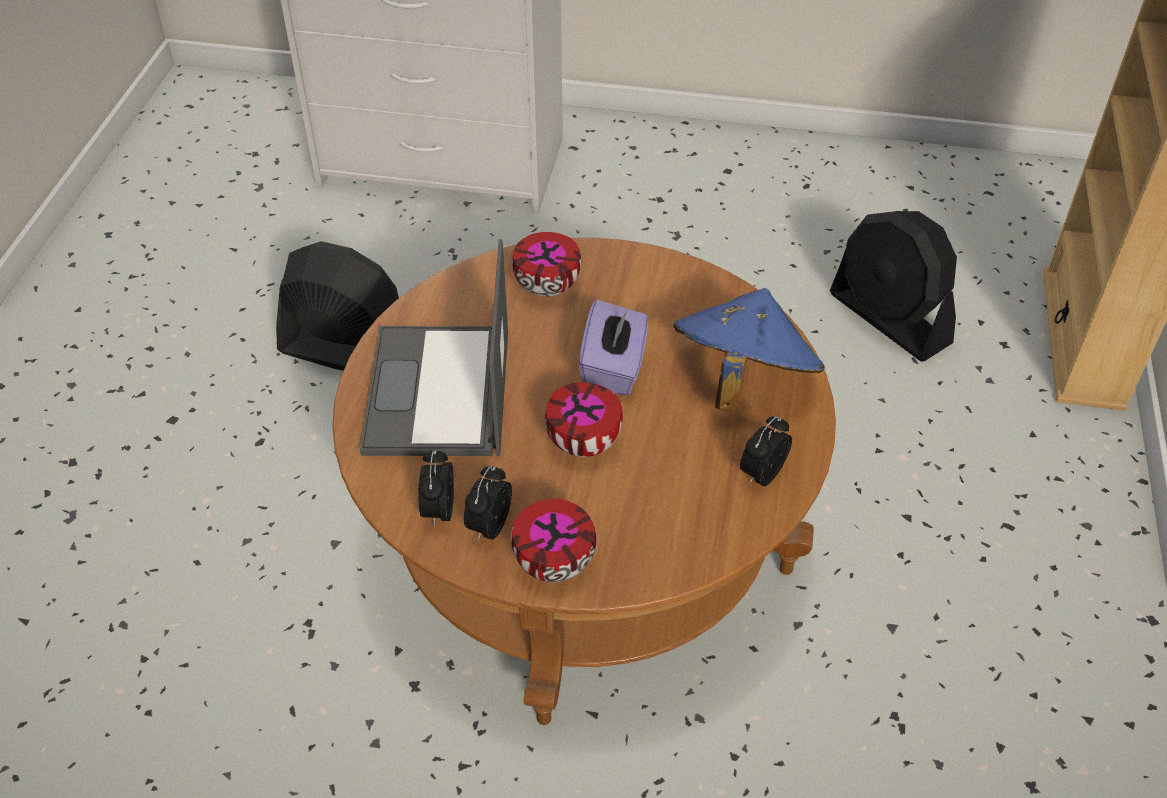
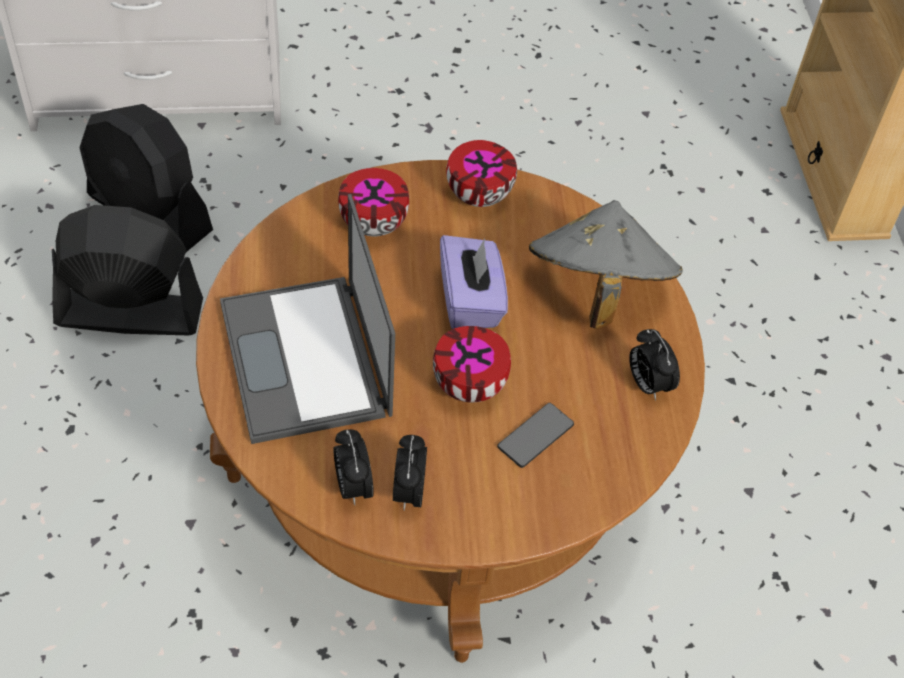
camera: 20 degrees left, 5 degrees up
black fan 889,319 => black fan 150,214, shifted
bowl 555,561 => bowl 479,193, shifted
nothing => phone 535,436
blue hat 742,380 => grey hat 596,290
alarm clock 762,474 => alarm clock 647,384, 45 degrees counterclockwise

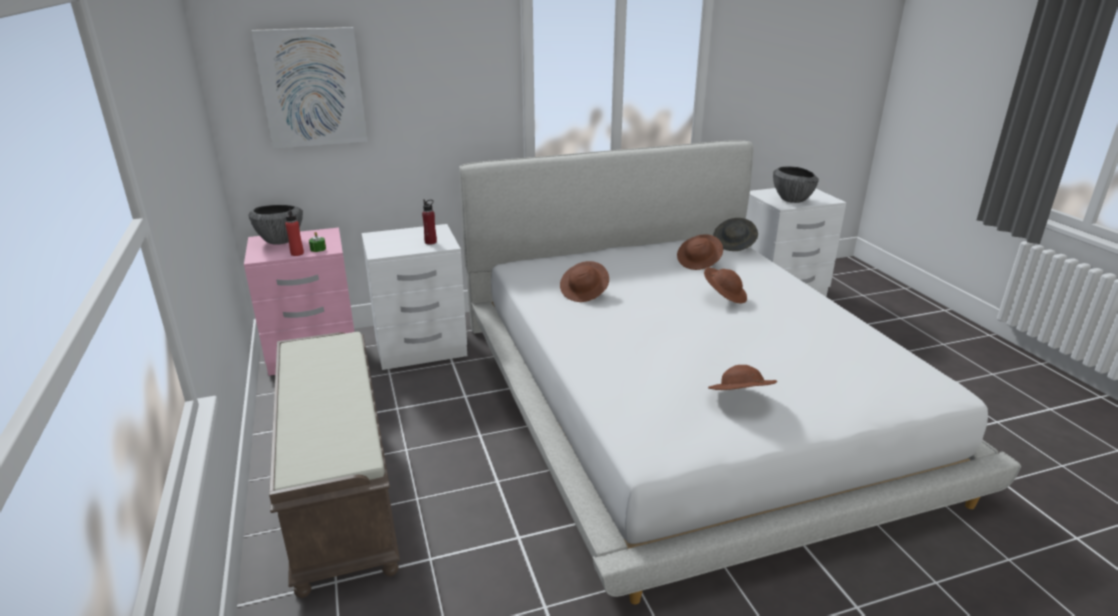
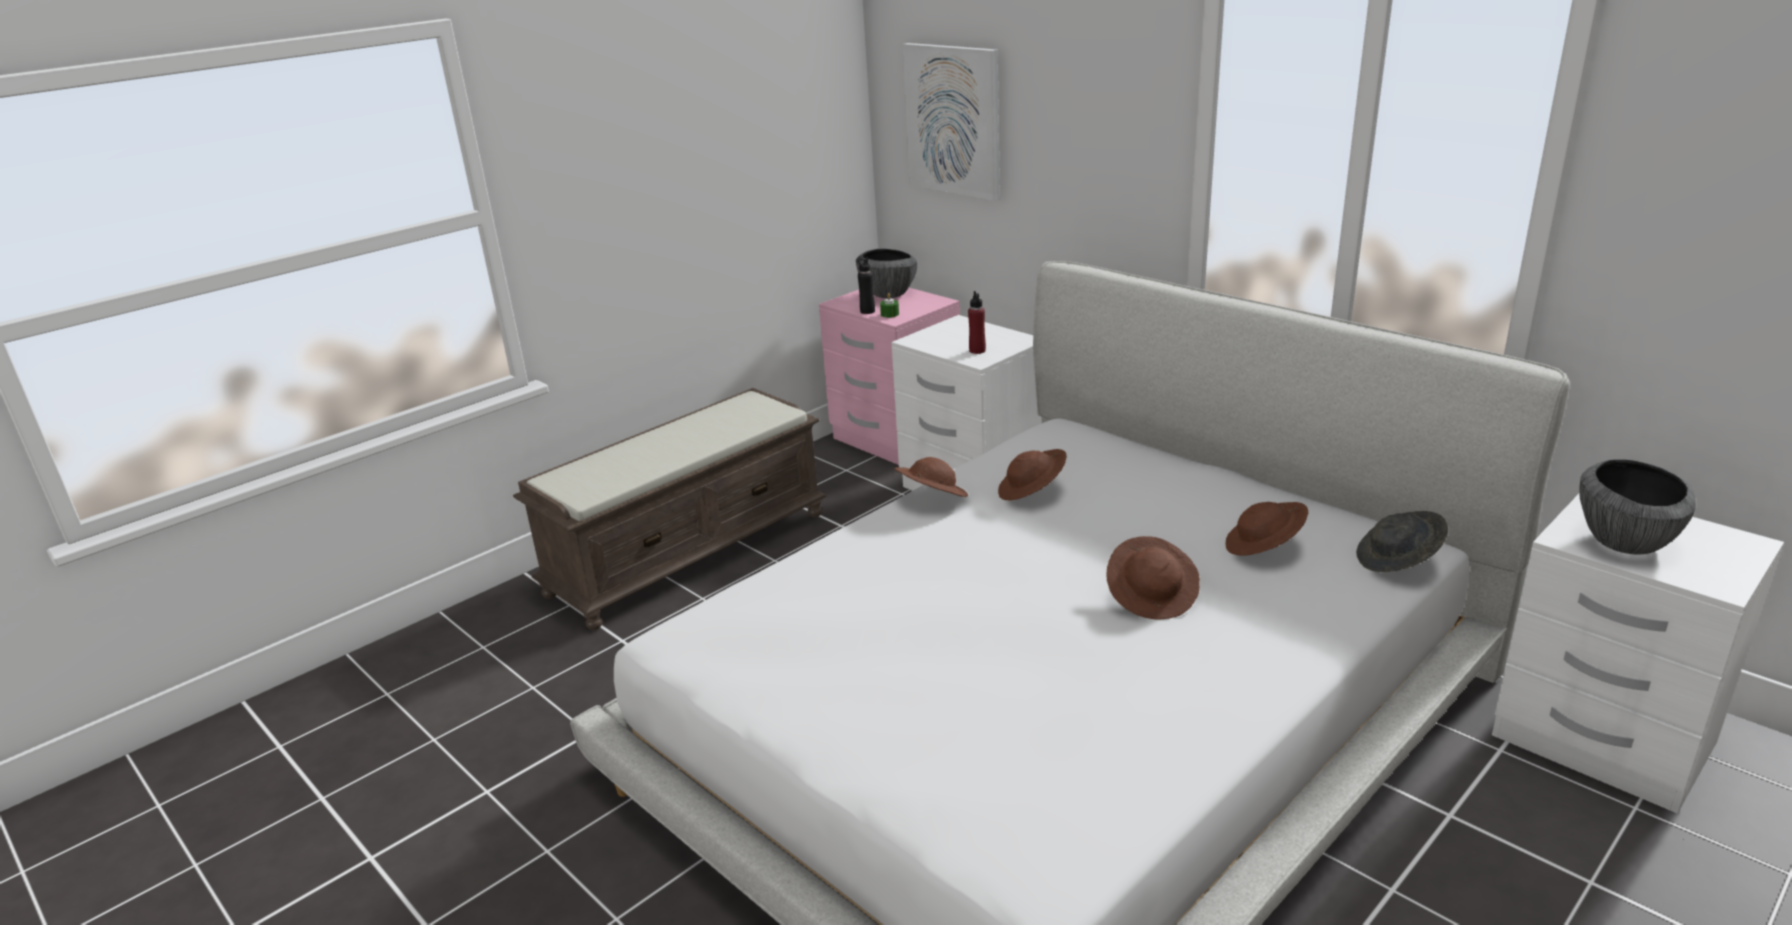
camera: 65 degrees right, 0 degrees up
red bottle 297,253 => black bottle 867,311
brown hat 739,398 => brown hat 931,498, shifted

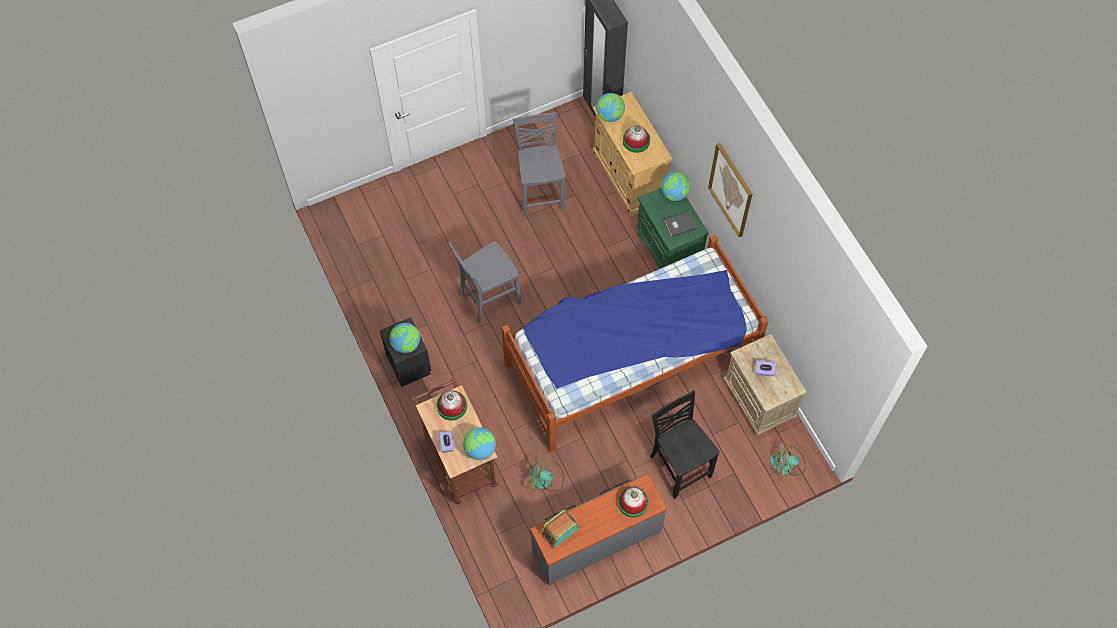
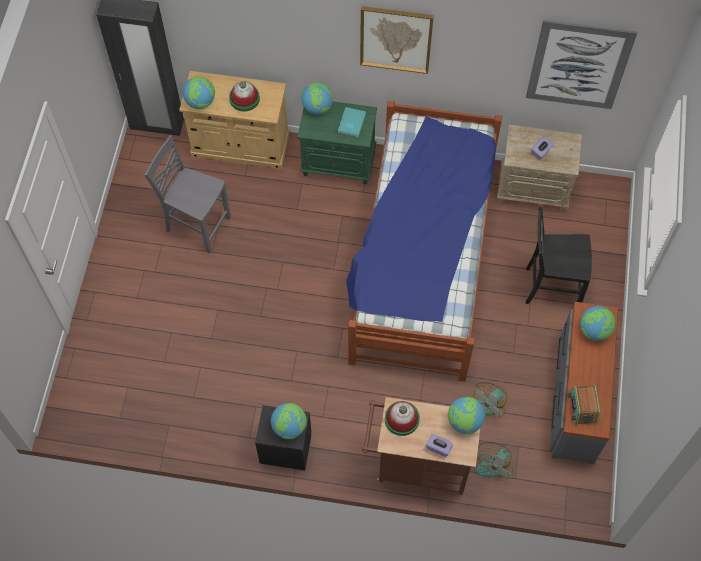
camera: 55 degrees left, 0 degrees up
grey book 679,224 => turquoise book 351,123
fan 787,464 => fan 494,462, shifted
nothing => picture 578,65
hat 633,502 => globe 594,330
grey chair 488,298 => nothing

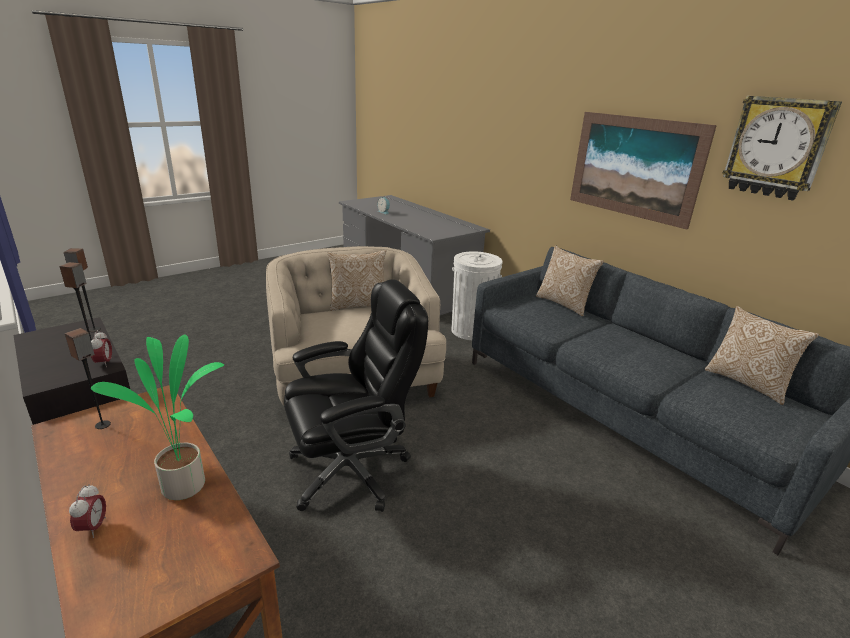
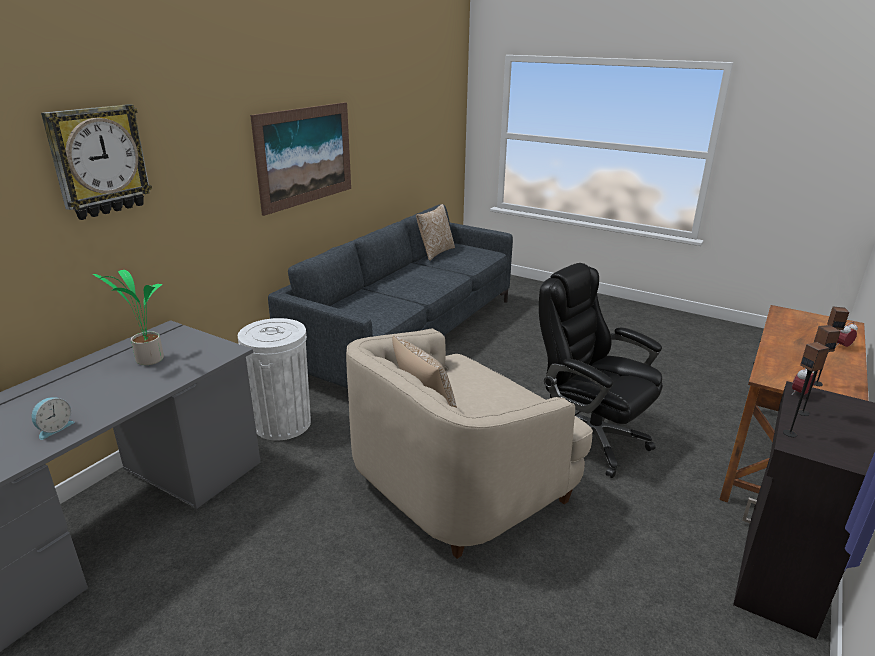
camera: 110 degrees left, 0 degrees up
wall clock 777,148 => wall clock 99,161, shifted
potted plant 186,484 => potted plant 148,359, shifted
pillow 564,304 => nothing

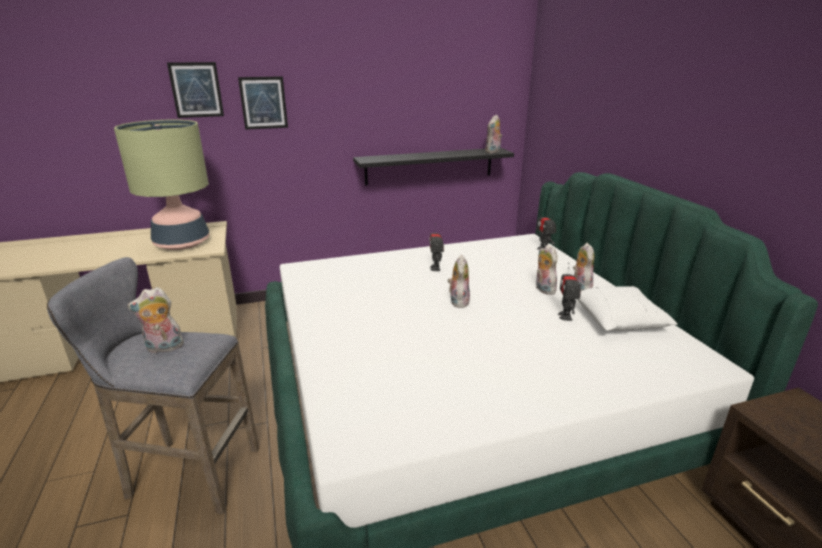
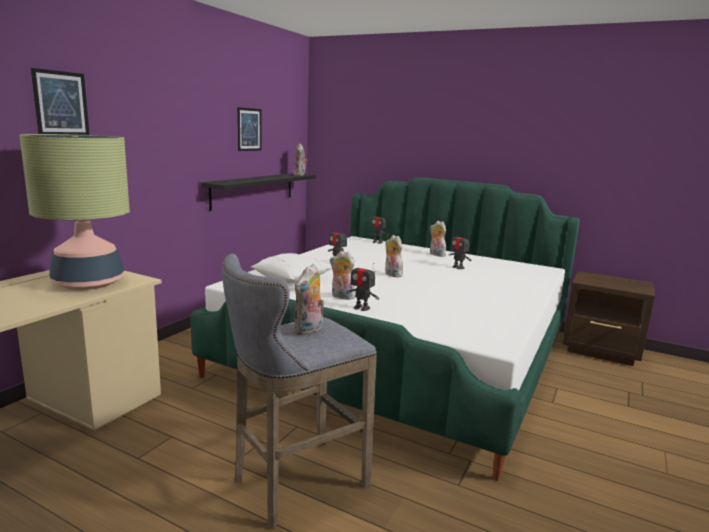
camera: 45 degrees left, 10 degrees down
picture 263,103 => picture 249,129, shifted
white pillow 619,320 => white pillow 292,278, shifted
plush toy 543,289 => plush toy 341,297, shifted
nothing => toy robot 361,308

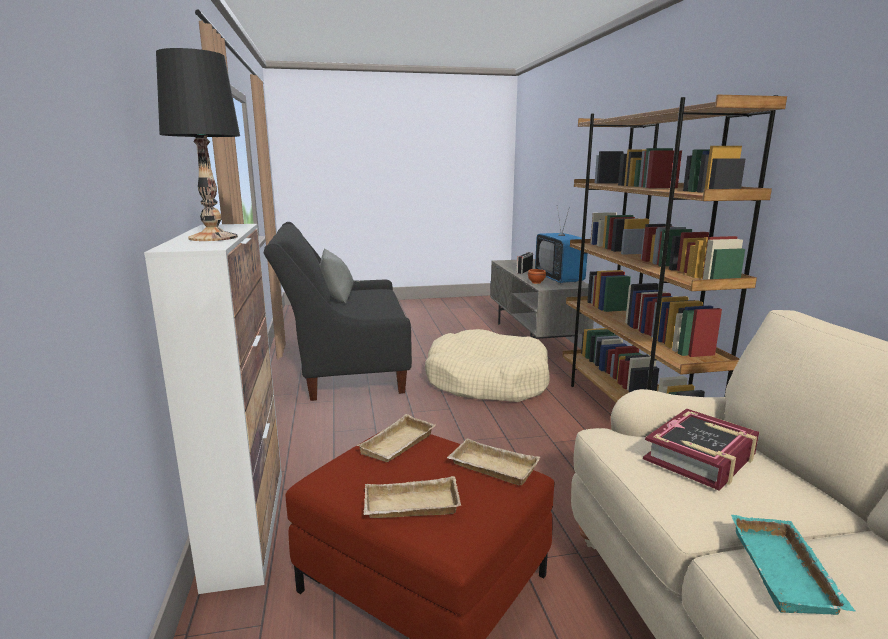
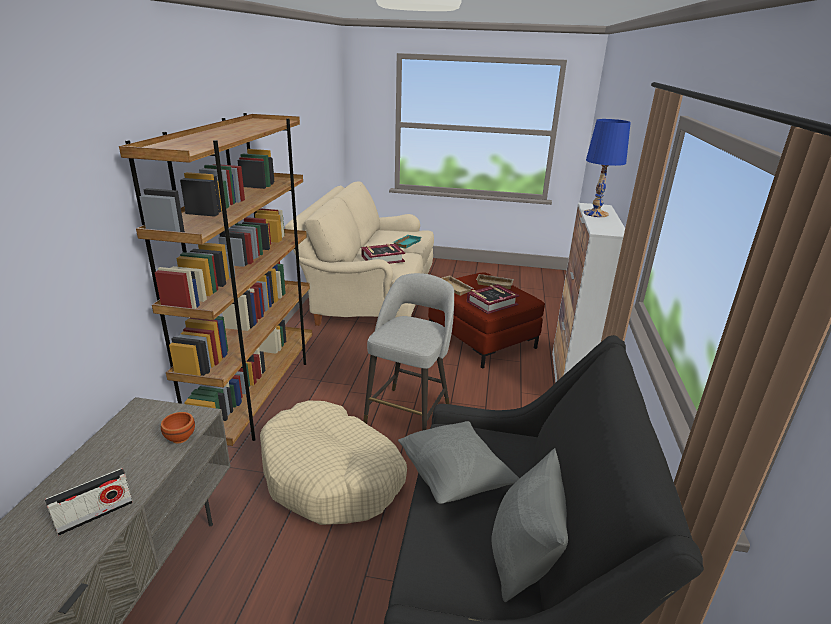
camera: 160 degrees left, 10 degrees up
nothing => grey stool 409,412
nothing => grey pillow 454,479
beige tray 399,445 => book 491,303
black table lamp 214,237 => blue table lamp 595,213
television 559,279 => nothing

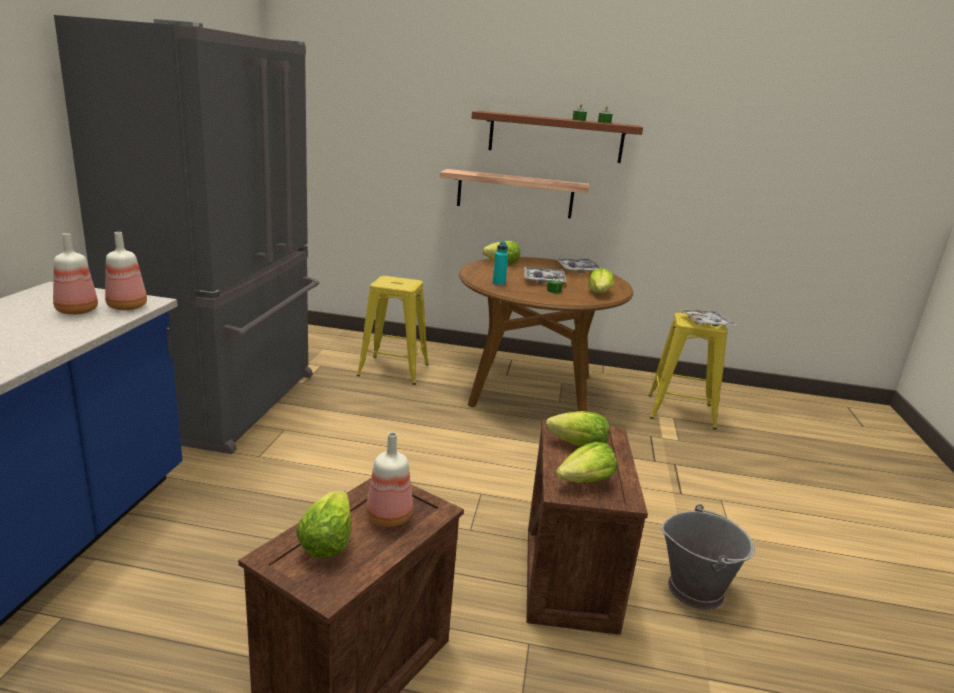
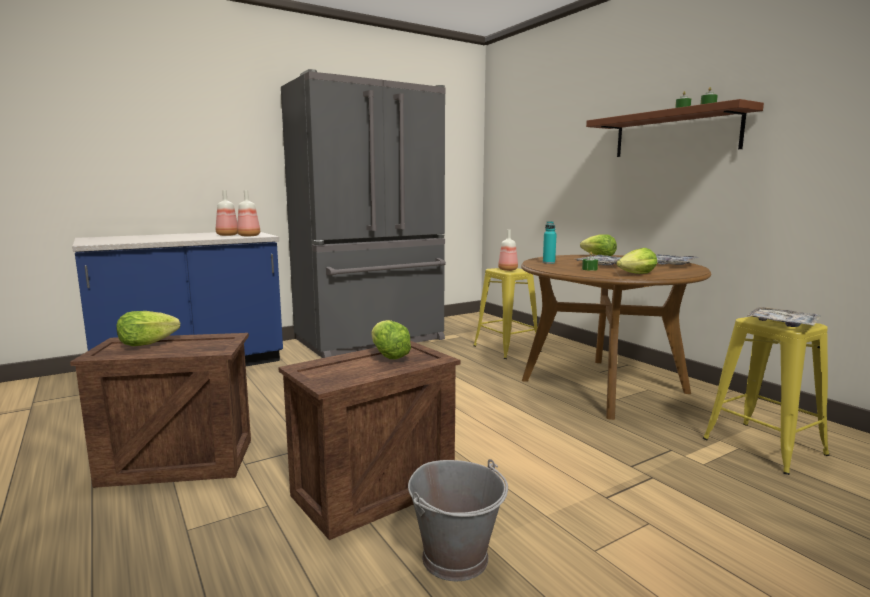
camera: 50 degrees right, 10 degrees down
bottle 388,516 => bottle 508,269, shifted
shelf 515,194 => nothing
lettuce 586,481 => nothing

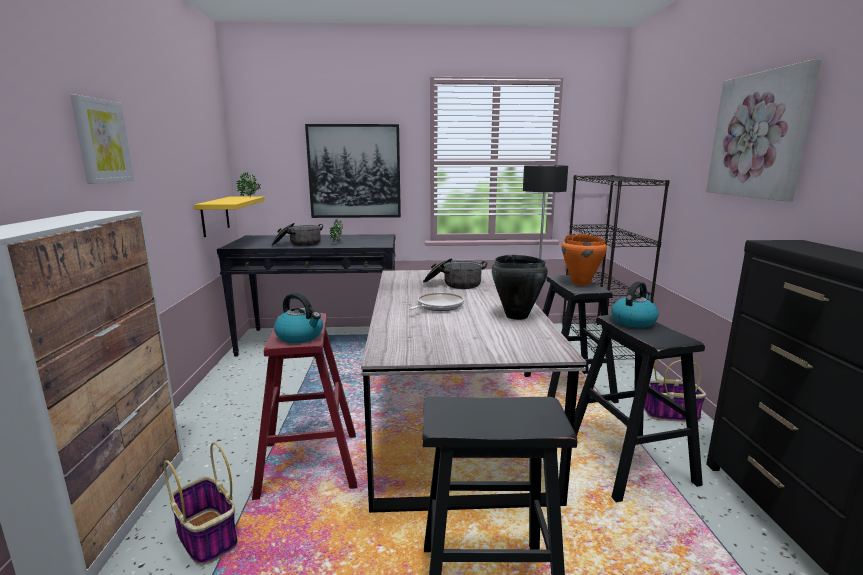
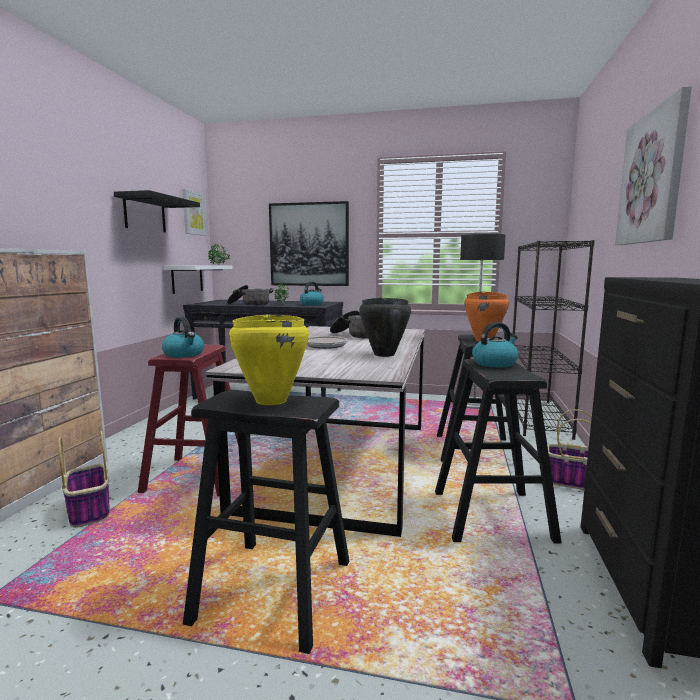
camera: 15 degrees right, 5 degrees down
nothing => black shelf 145,214
yellow shelf 215,216 => white shelf 187,278
picture 102,141 => picture 193,213, shifted
nothing => yellow cooking pot 270,401
nothing => kettle 312,304

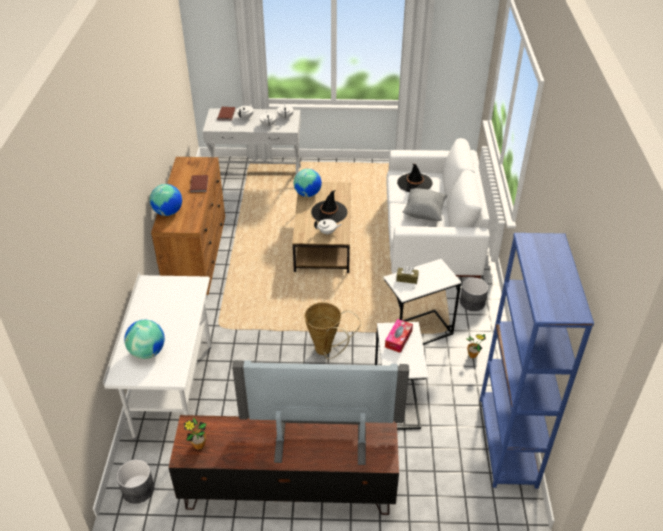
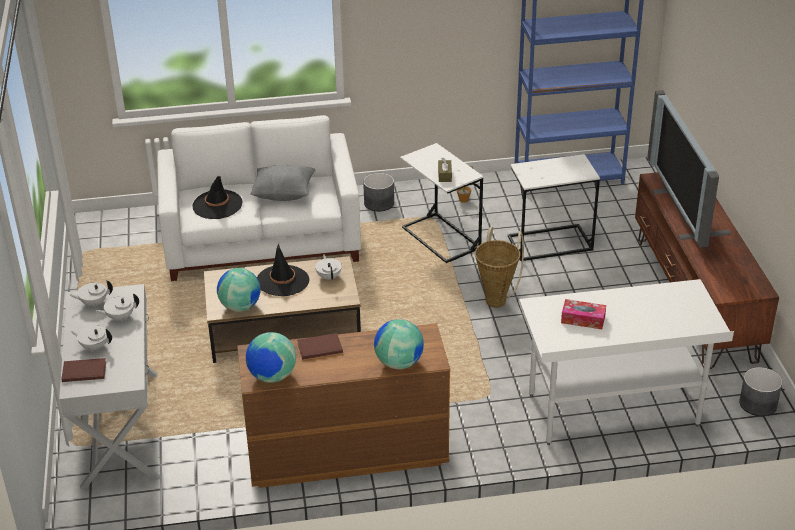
camera: 100 degrees left, 5 degrees down
globe 147,352 => globe 272,376, shifted
tissue box 398,339 => tissue box 583,319, shifted
potted plant 199,445 => nothing

